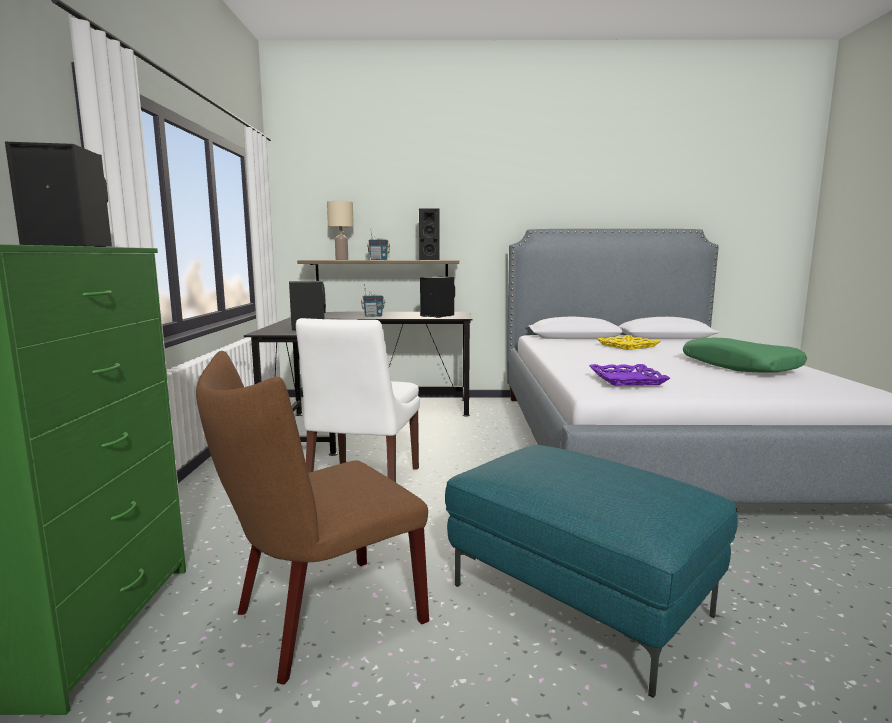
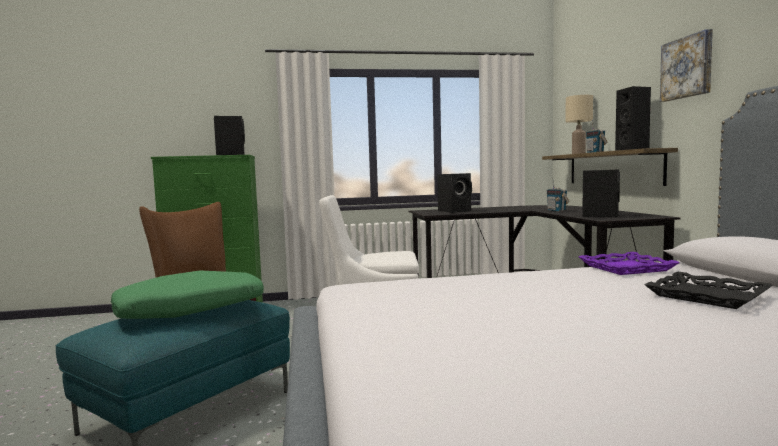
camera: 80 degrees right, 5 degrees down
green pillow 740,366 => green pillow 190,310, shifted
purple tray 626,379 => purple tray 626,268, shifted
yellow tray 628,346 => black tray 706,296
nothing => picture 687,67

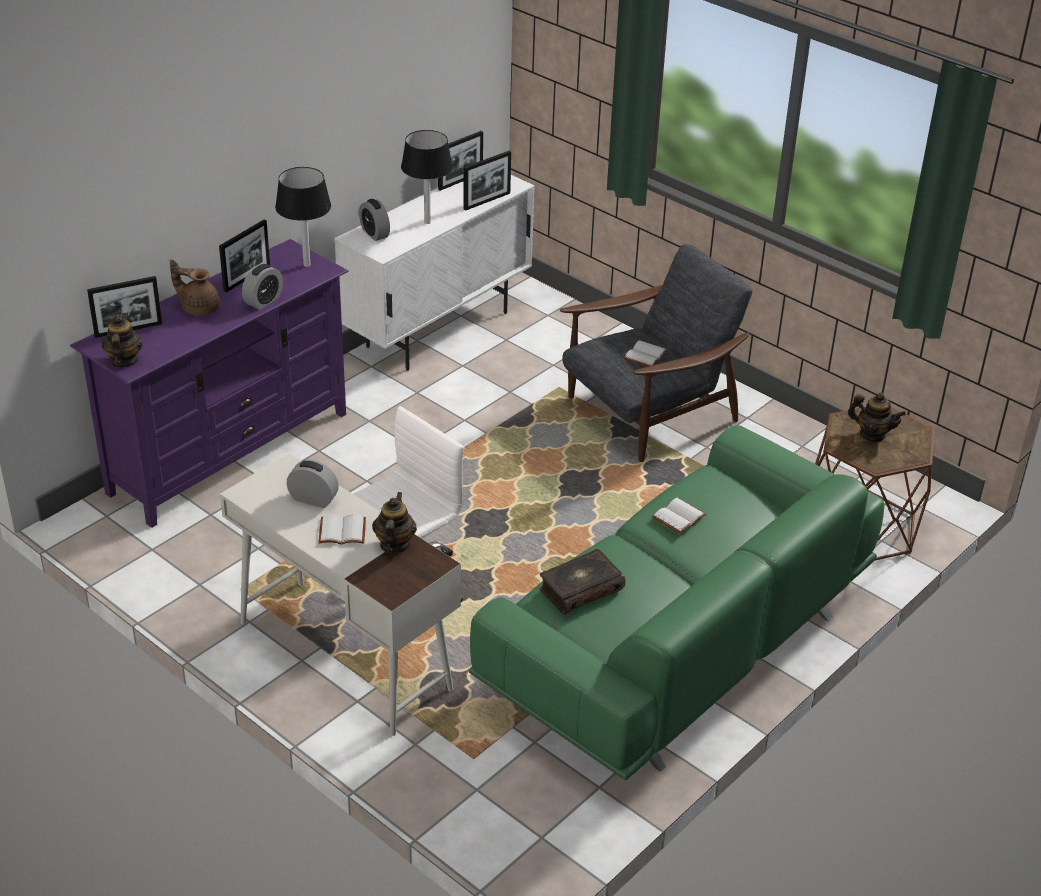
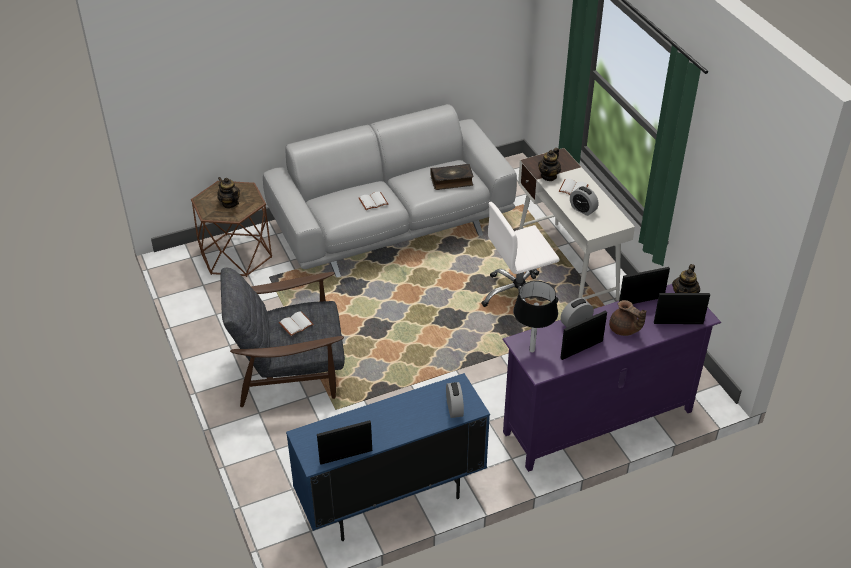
camera: 155 degrees left, 5 degrees up
green sofa 676,646 => grey sofa 392,224
white cabinet 438,329 => blue cabinet 391,500
picture frame 487,201 => picture frame 641,301, shifted
black table lamp 427,222 => nothing

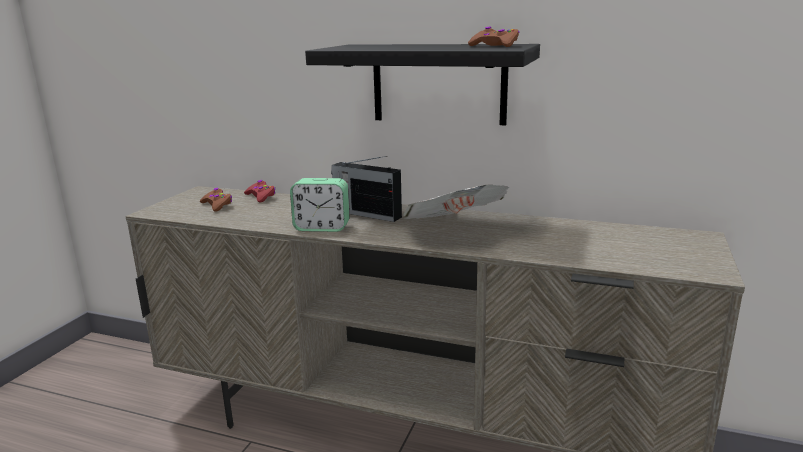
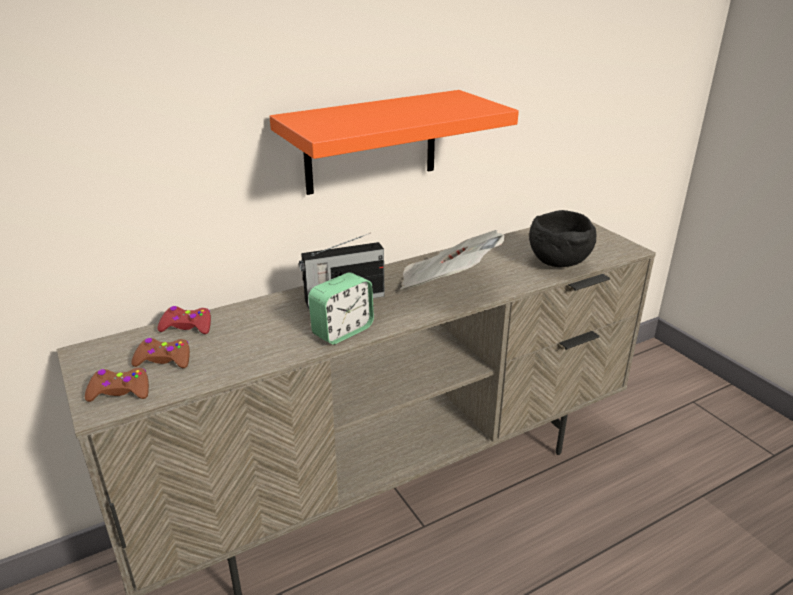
camera: 50 degrees left, 10 degrees up
brown game controller 494,45 => brown game controller 120,391, shifted
black shelf 438,84 => orange shelf 371,142
nothing => black bowl 557,262

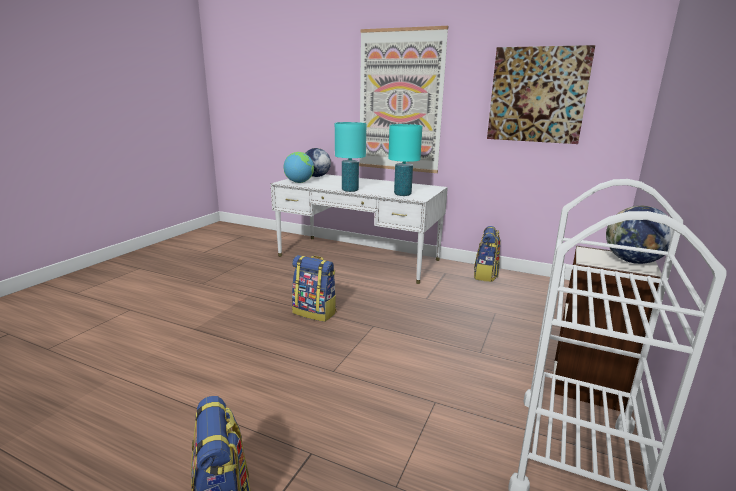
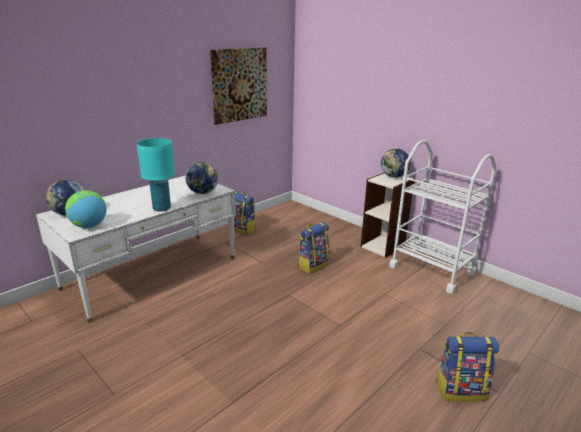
camera: 70 degrees left, 5 degrees up
turquoise table lamp 402,194 => globe 203,192
backpack 315,312 => backpack 313,265, shifted
picture 400,102 => nothing

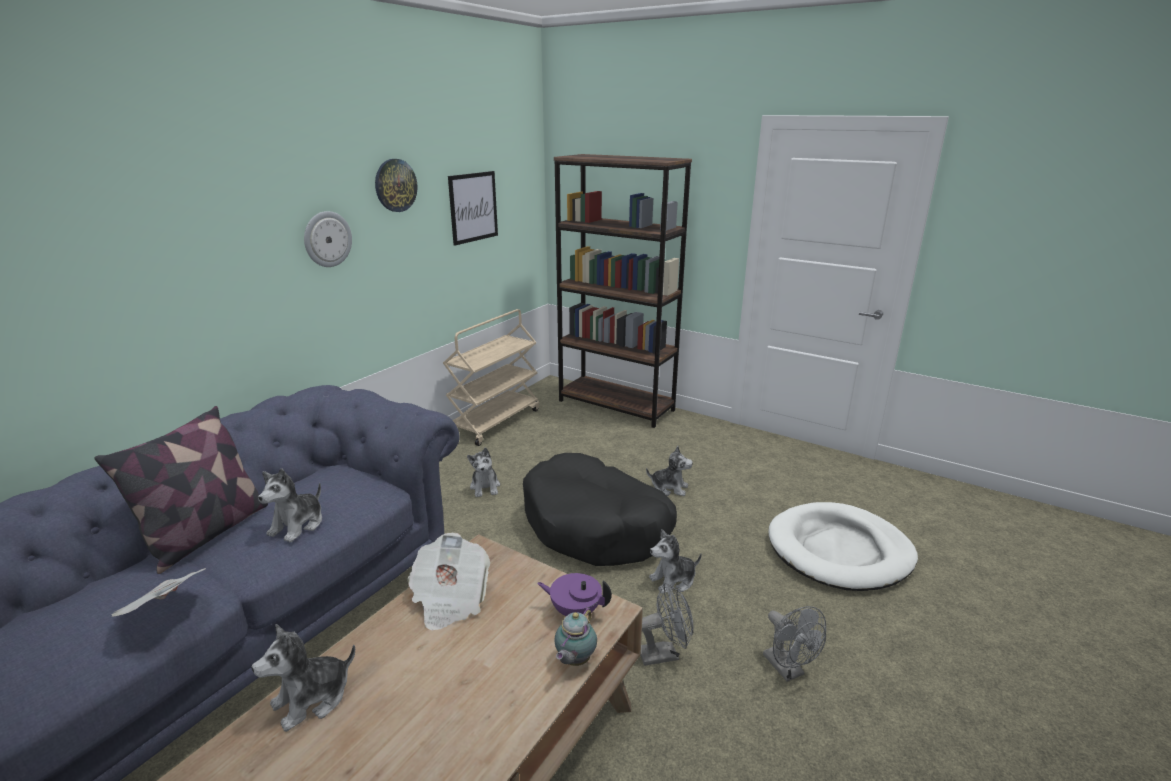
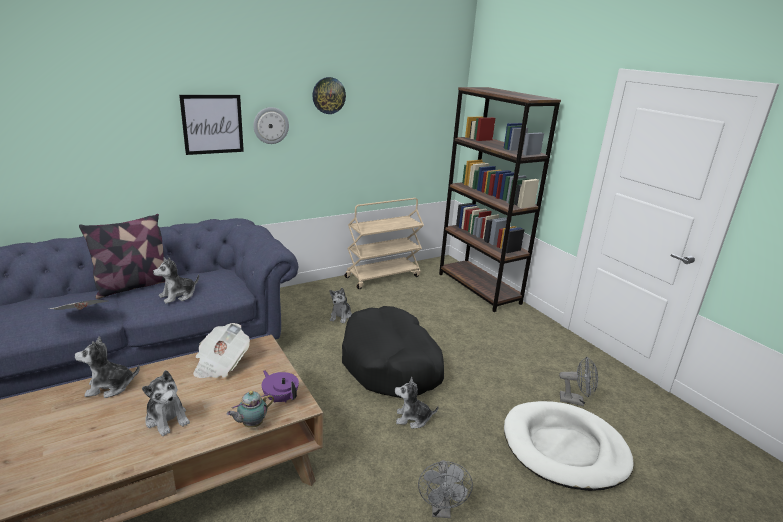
camera: 25 degrees right, 0 degrees up
plush toy 669,488 => plush toy 167,418, shifted
picture 473,207 => picture 212,124, shifted
grey fan 664,653 => grey fan 575,400, shifted

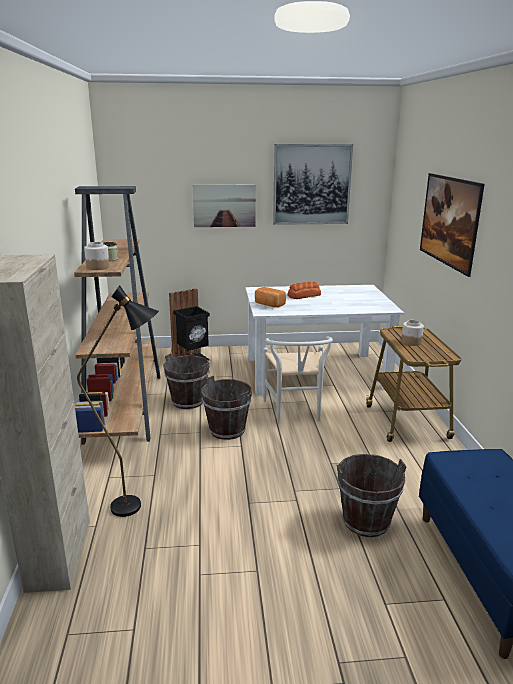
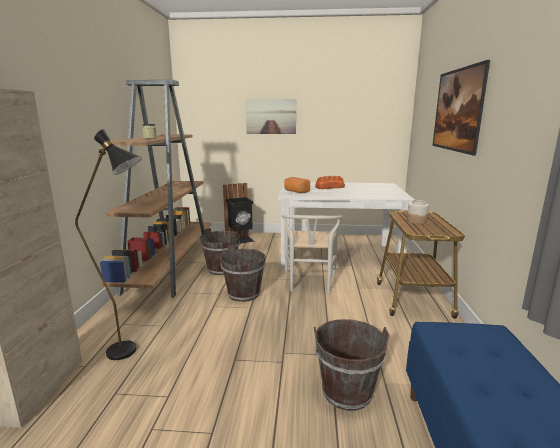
camera: 10 degrees right, 5 degrees down
jar 98,267 => nothing
picture 311,184 => nothing

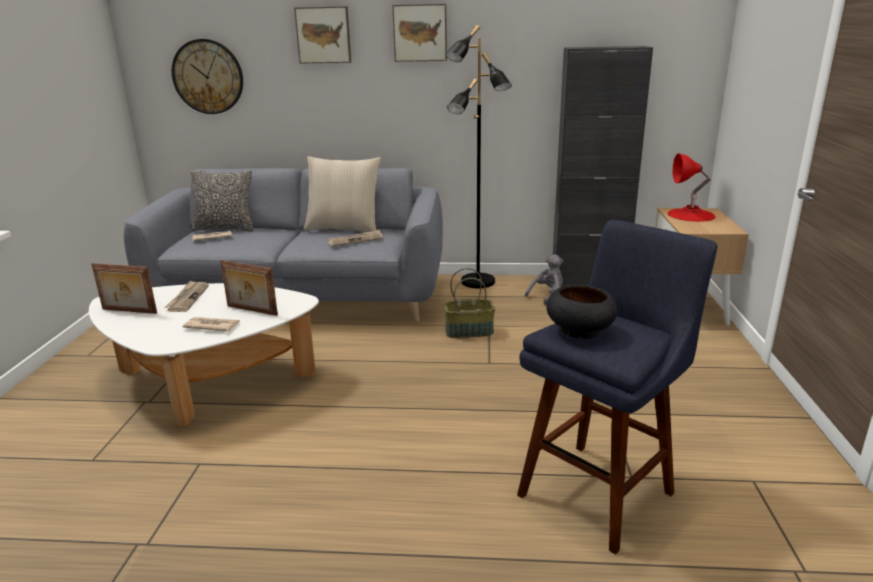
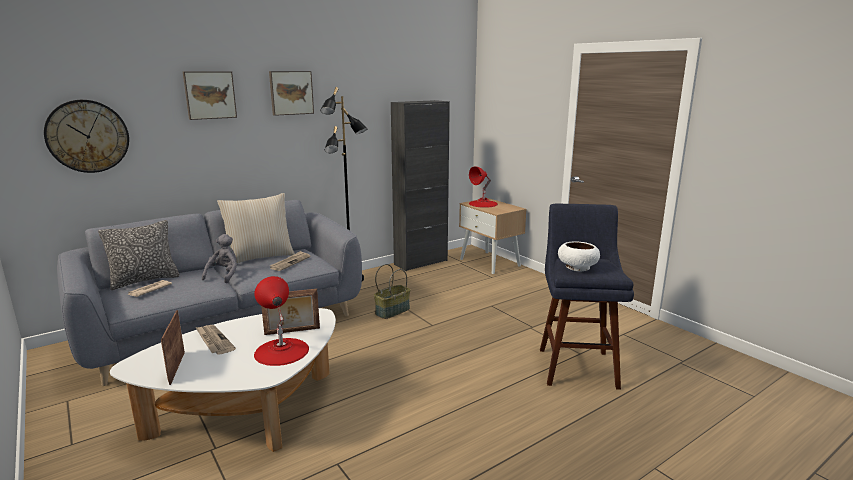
camera: 40 degrees left, 5 degrees down
picture frame 128,311 => picture frame 176,368, 105 degrees clockwise
grey plush toy 547,296 => grey plush toy 224,275, shifted
newspaper 211,326 => red table lamp 281,351
black bowl 579,329 => white bowl 577,267

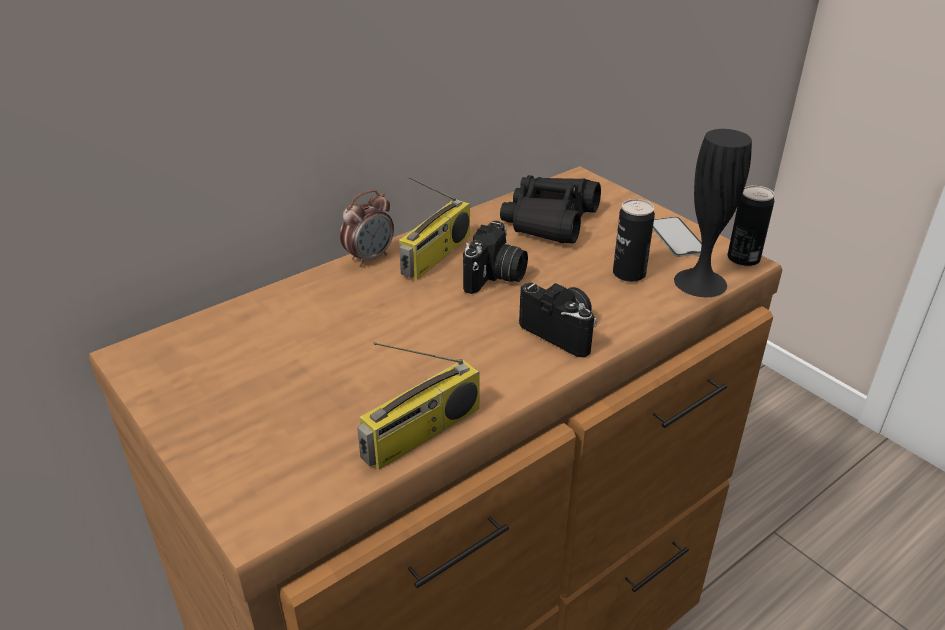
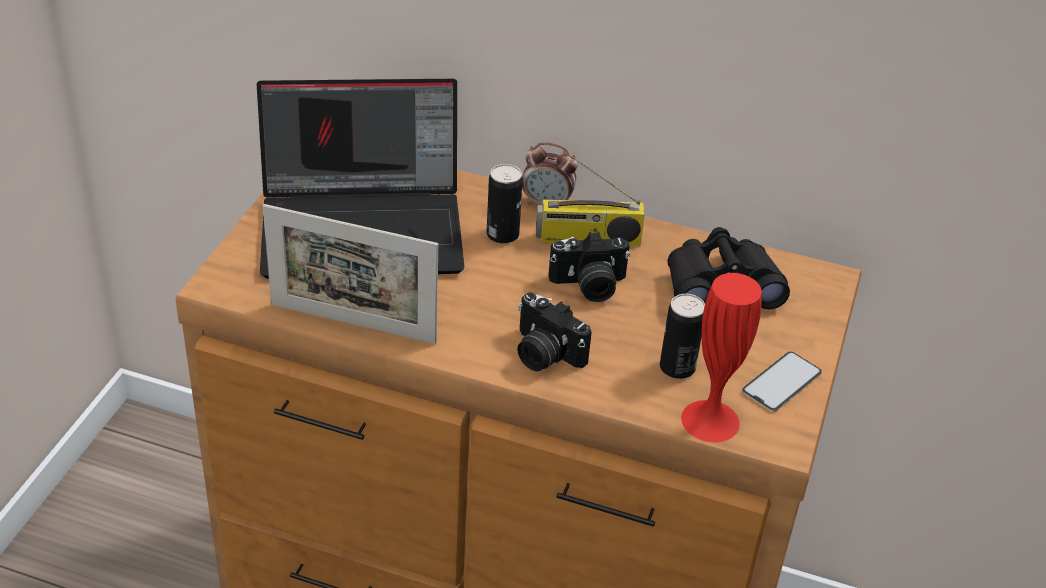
camera: 55 degrees right, 5 degrees up
nothing => laptop 365,226
radio 422,434 => picture frame 353,323
can 743,259 => can 502,234, shifted
photo camera 562,332 => photo camera 544,354, 120 degrees clockwise
black vase 700,282 => red vase 710,420

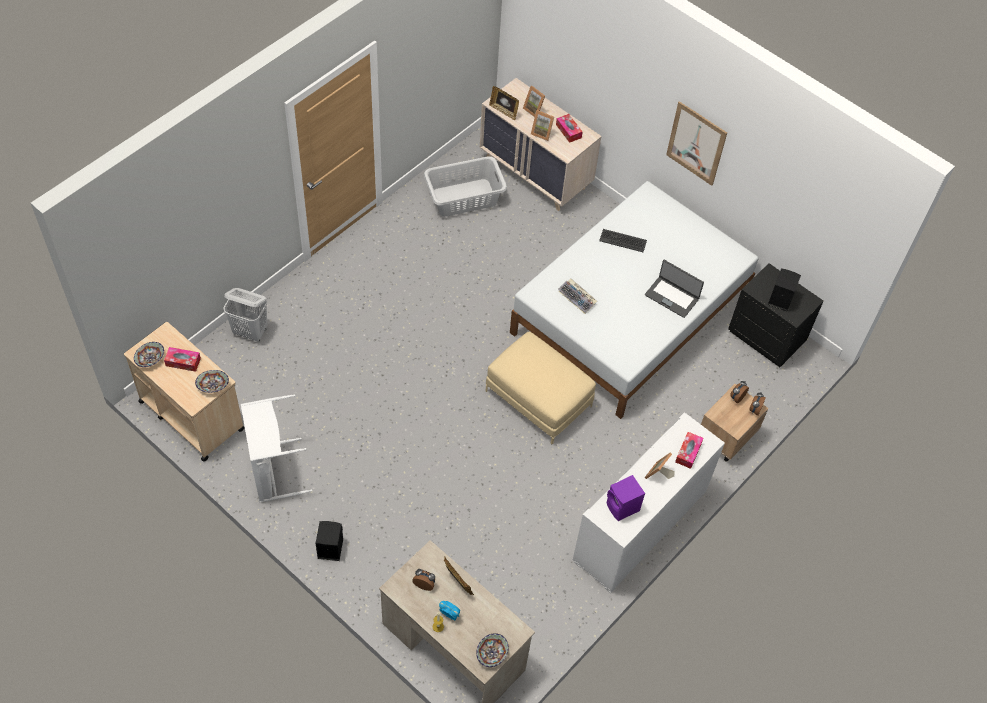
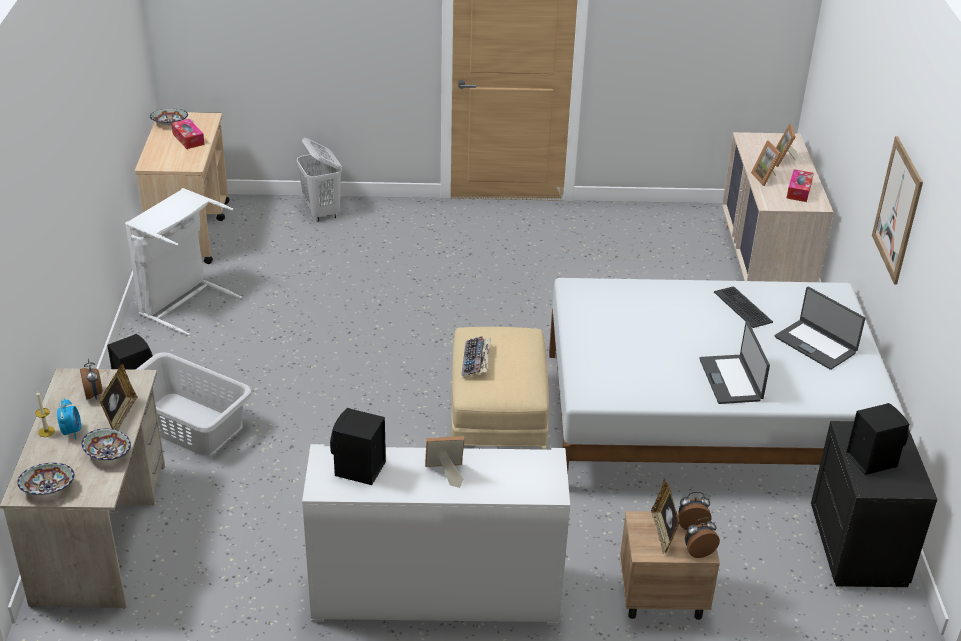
camera: 50 degrees right, 20 degrees down
bowl 213,386 => bowl 107,455, shifted
grey laundry basket 464,197 => grey laundry basket 188,423, shifted
purple speaker 623,508 => black speaker 358,470
keyboard 577,298 => keyboard 476,362, shifted
picture frame 504,111 => picture frame 663,533, shifted
nothing => laptop 816,344
tissue box 688,452 => nothing

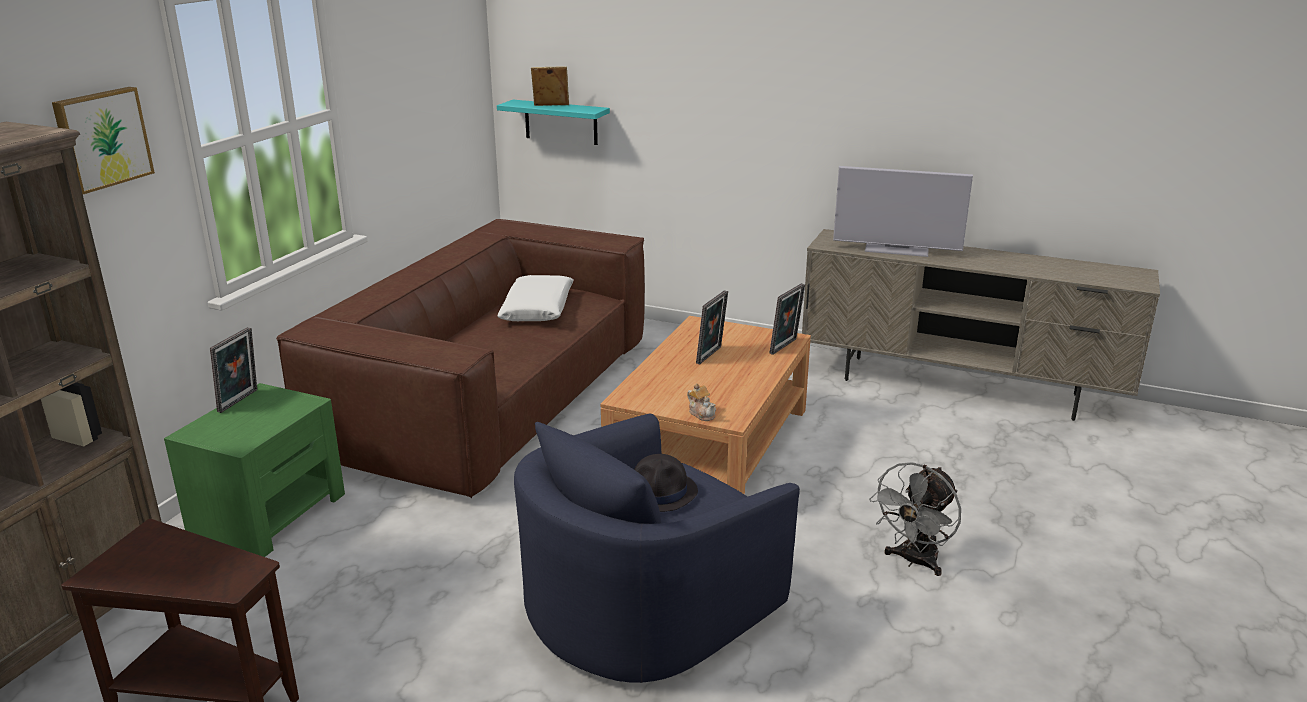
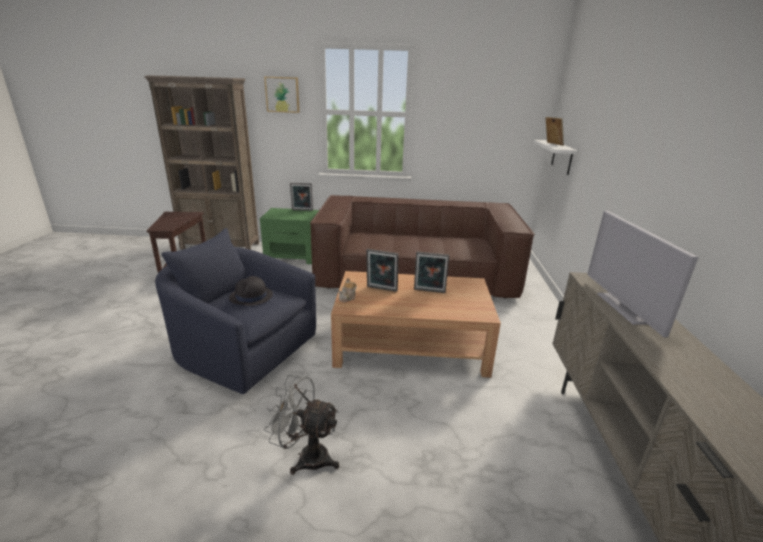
camera: 70 degrees right, 0 degrees up
picture frame 785,347 => picture frame 381,289, shifted
turquoise shelf 561,122 => white shelf 562,157
white pillow 538,309 => nothing

